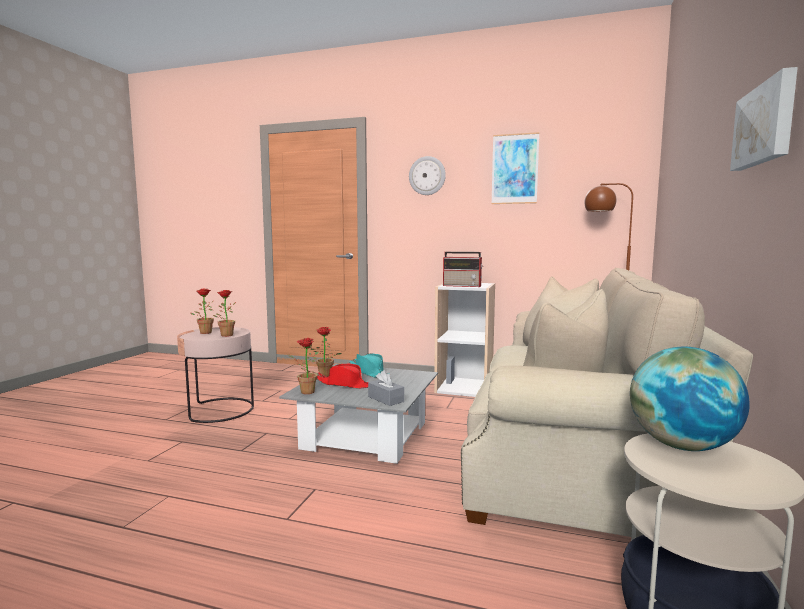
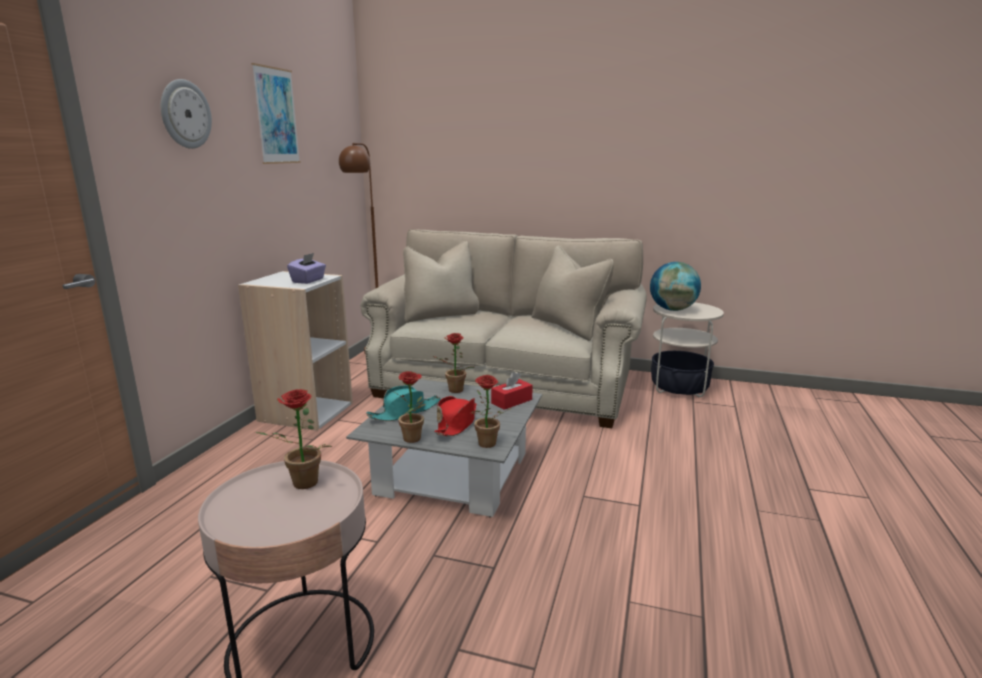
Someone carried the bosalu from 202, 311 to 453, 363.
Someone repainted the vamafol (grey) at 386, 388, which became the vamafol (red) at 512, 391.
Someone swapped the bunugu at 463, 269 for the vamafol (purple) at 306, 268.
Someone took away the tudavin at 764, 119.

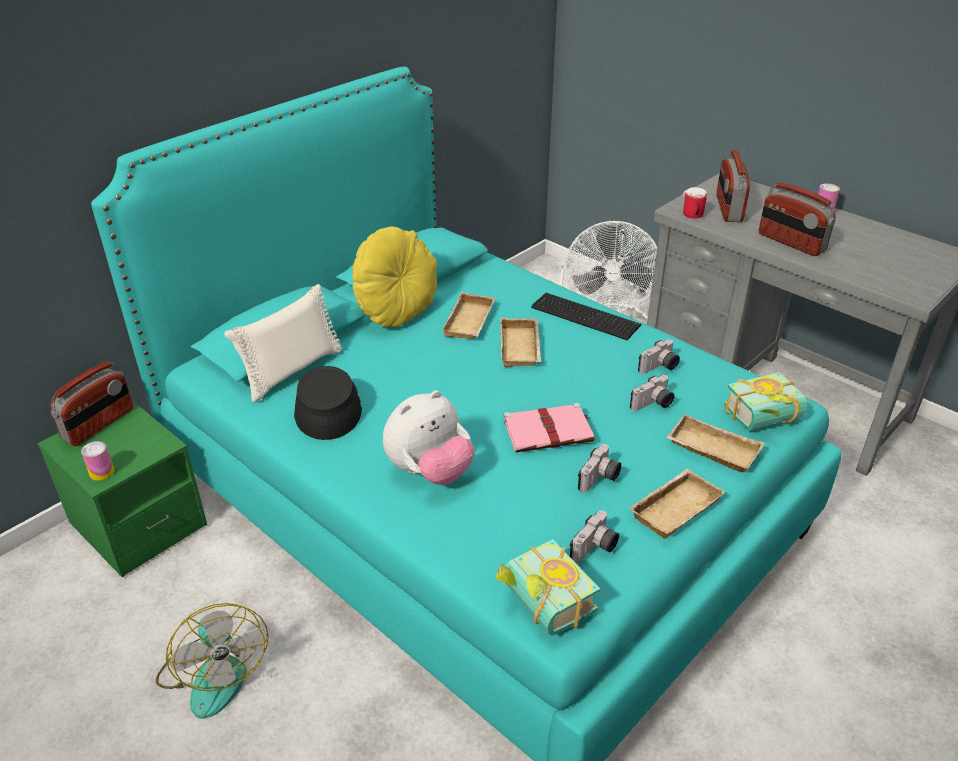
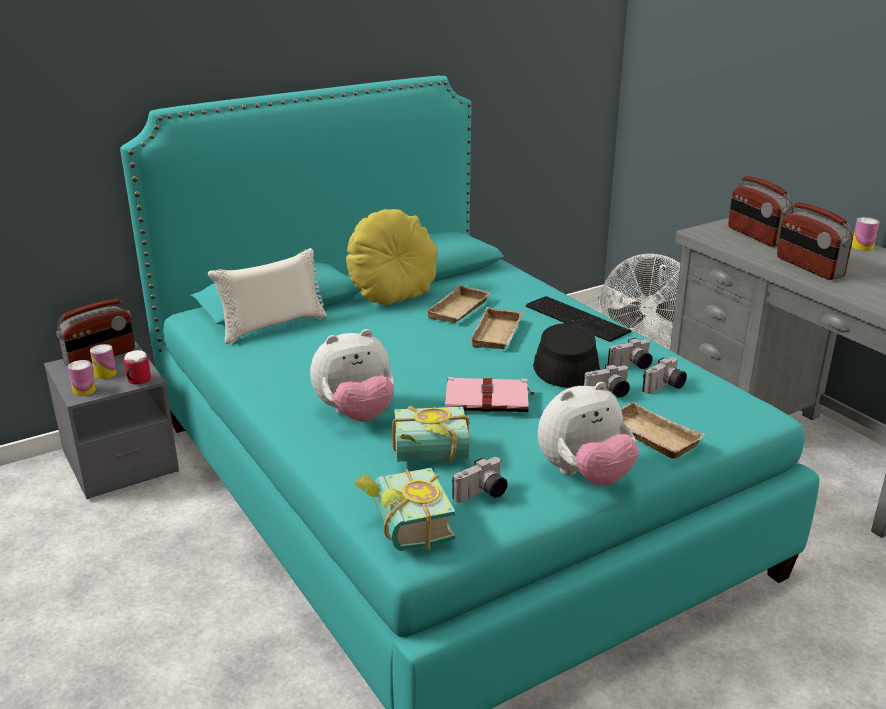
Someone repainted the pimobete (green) at 122, 489, which became the pimobete (grey) at 111, 420.
Someone took away the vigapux at 212, 661.
Someone carried the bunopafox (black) from 328, 403 to 566, 355.
Someone carried the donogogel from 599, 468 to 664, 375.
Someone swapped the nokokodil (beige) at 677, 504 for the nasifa at 588, 434.
Someone carried the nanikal from 695, 202 to 137, 367.
Someone rotated the bunugu at 733, 186 by 45 degrees counterclockwise.
Someone carried the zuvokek from 765, 401 to 430, 434.
Someone put down the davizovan at 103, 361.

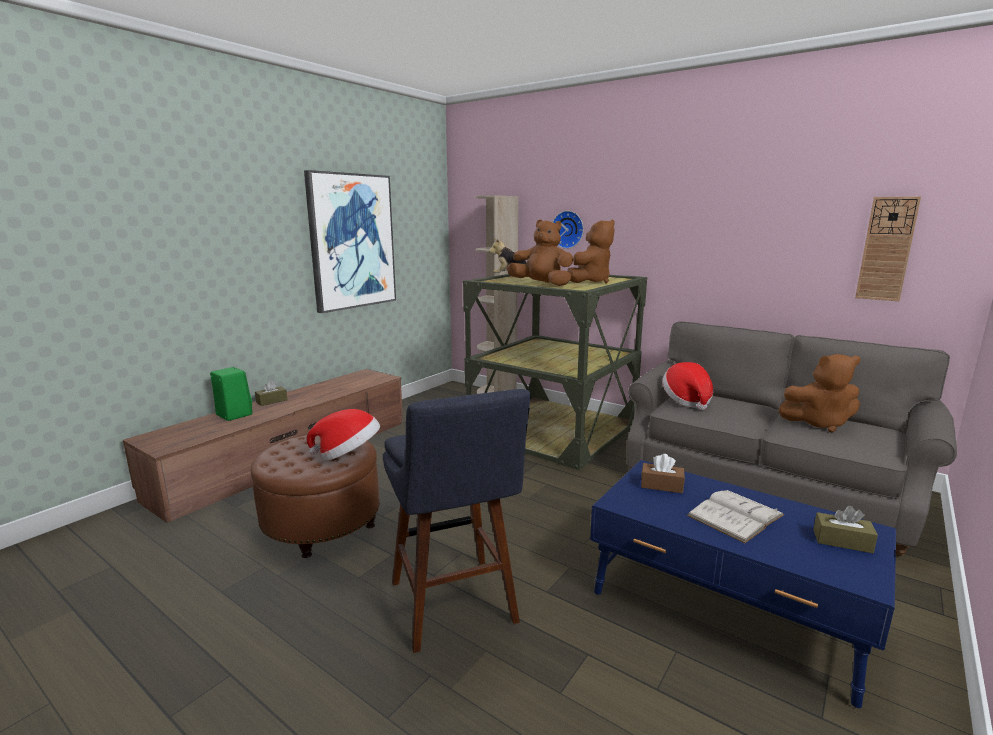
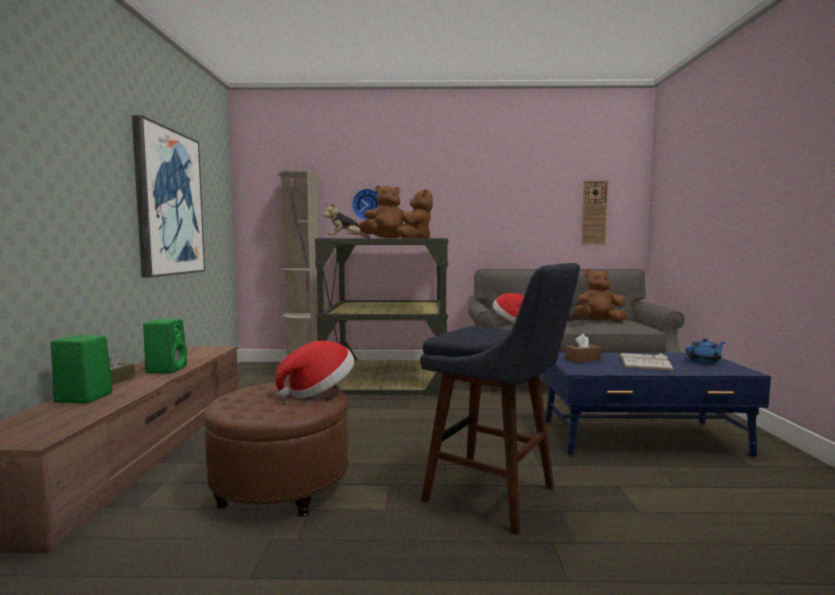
Someone rotated the nasifa (brown) at 819, 393 by 150 degrees counterclockwise.
Someone swapped the vamafol (brown) at 845, 529 for the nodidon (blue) at 705, 350.
Someone put down the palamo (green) at 165, 346.

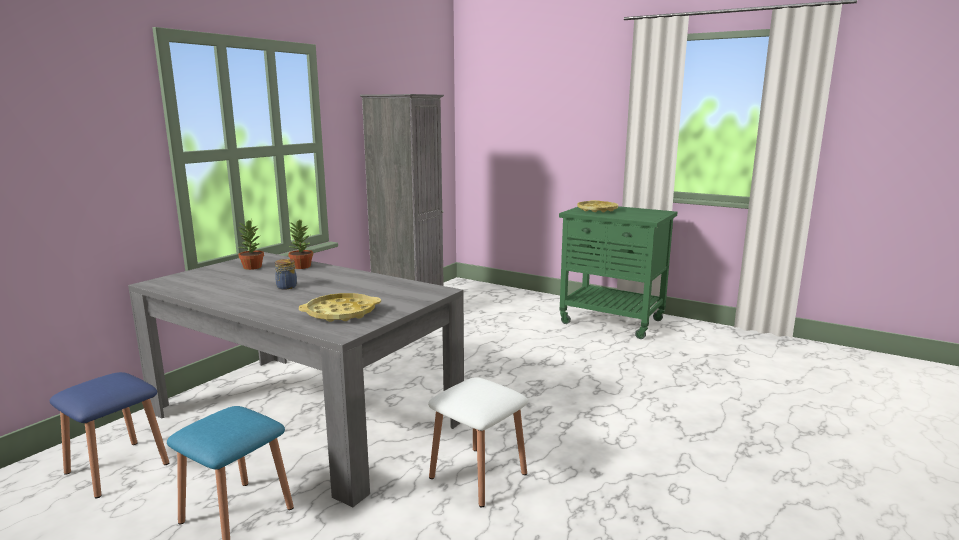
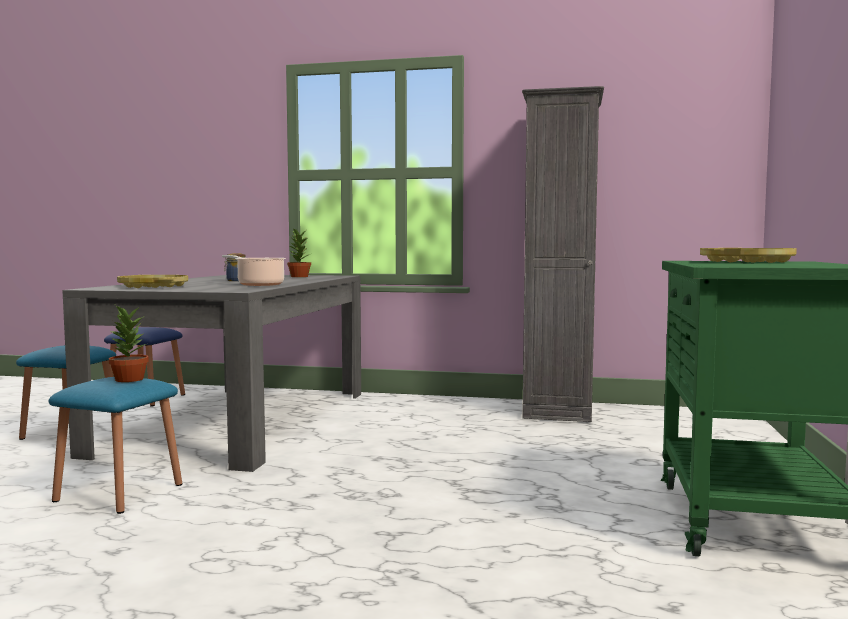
Someone carried the bosalu from 300, 244 to 129, 343.
Someone repainted the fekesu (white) at 478, 442, which became the fekesu (blue) at 115, 445.
Someone put down the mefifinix at 254, 270.

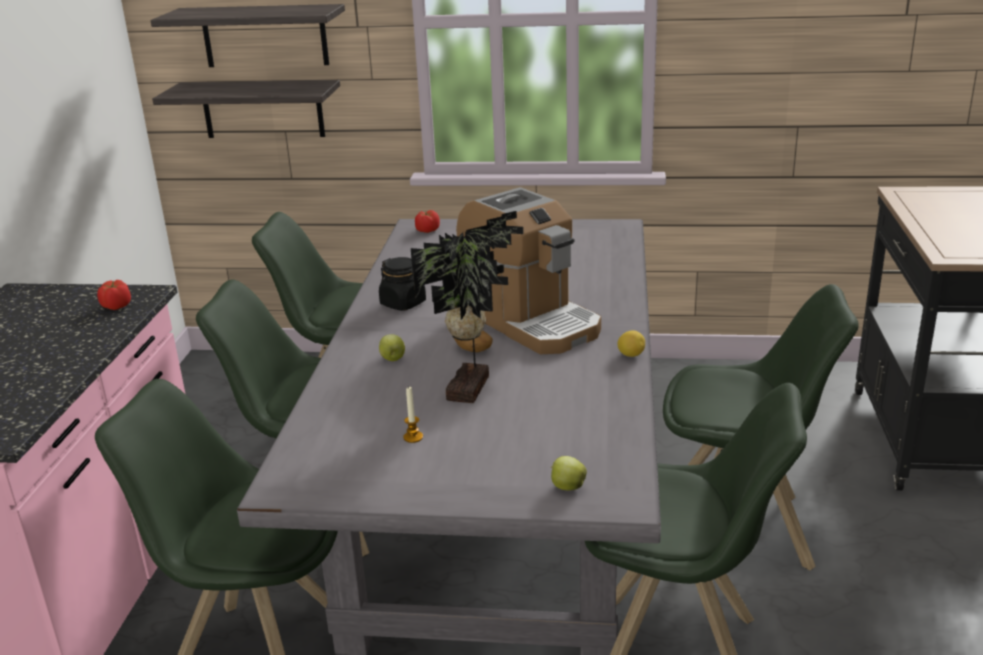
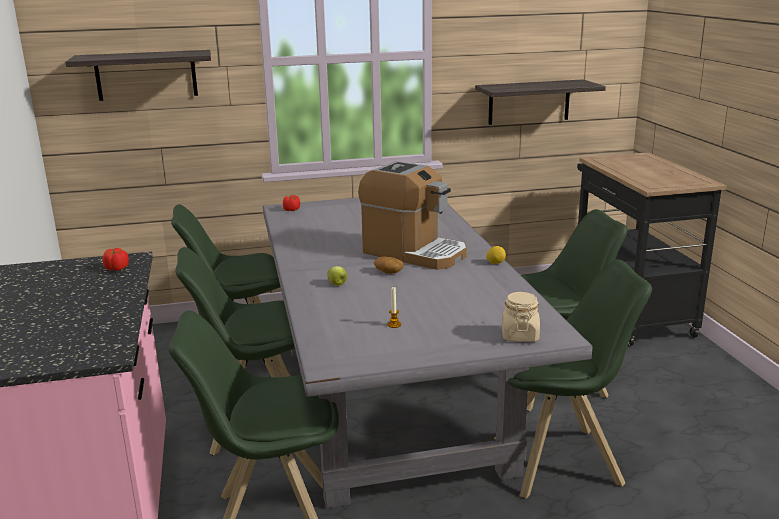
Someone carried the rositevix from 246, 109 to 540, 102.
Someone took away the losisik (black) at 402, 284.
Someone took away the bosalu at 467, 307.
Someone swapped the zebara at 569, 473 for the losisik (beige) at 521, 317.

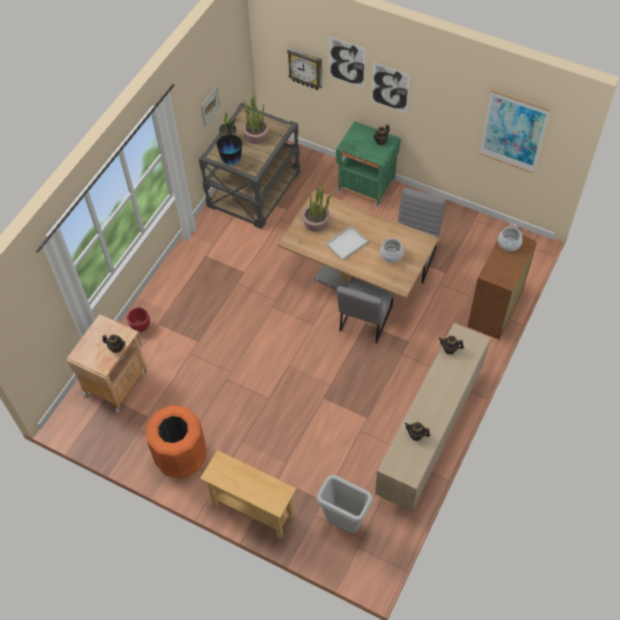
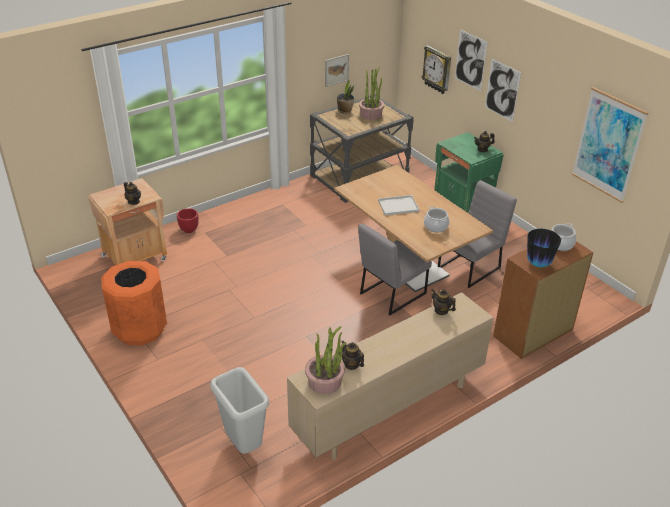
Someone took away the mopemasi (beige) at 248, 494.
Someone carried the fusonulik from 229, 150 to 544, 248.
Someone carried the bosalu from 318, 208 to 325, 360.

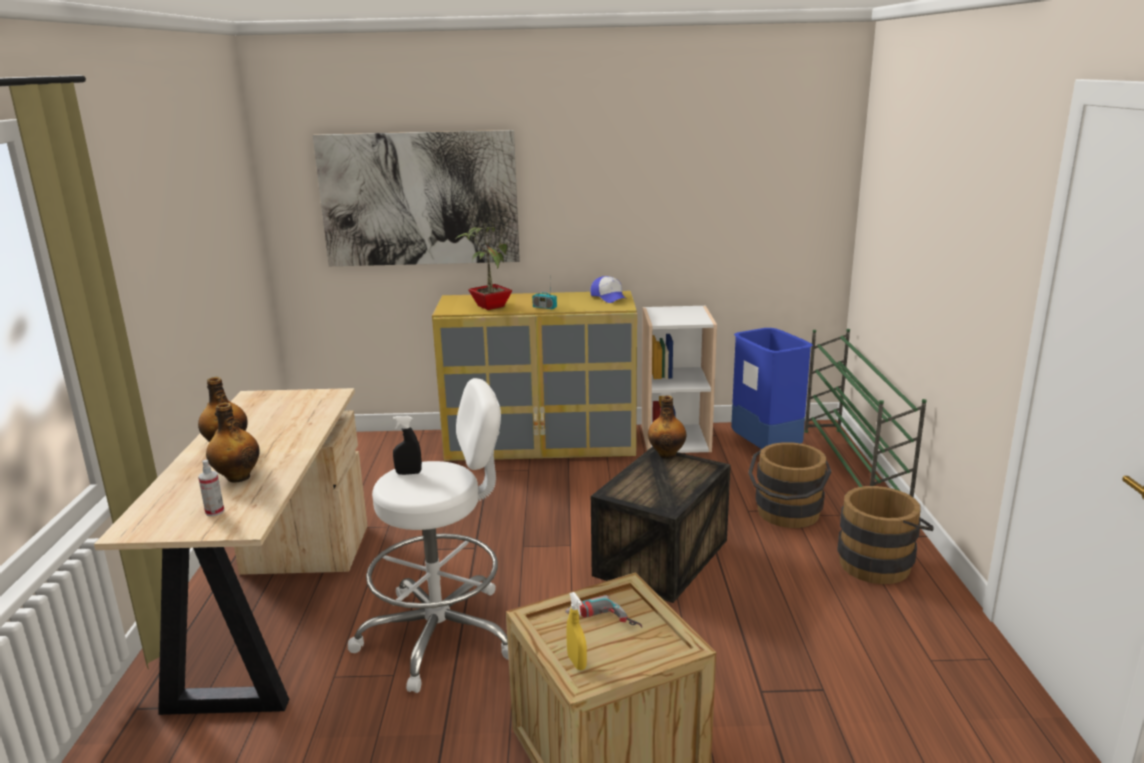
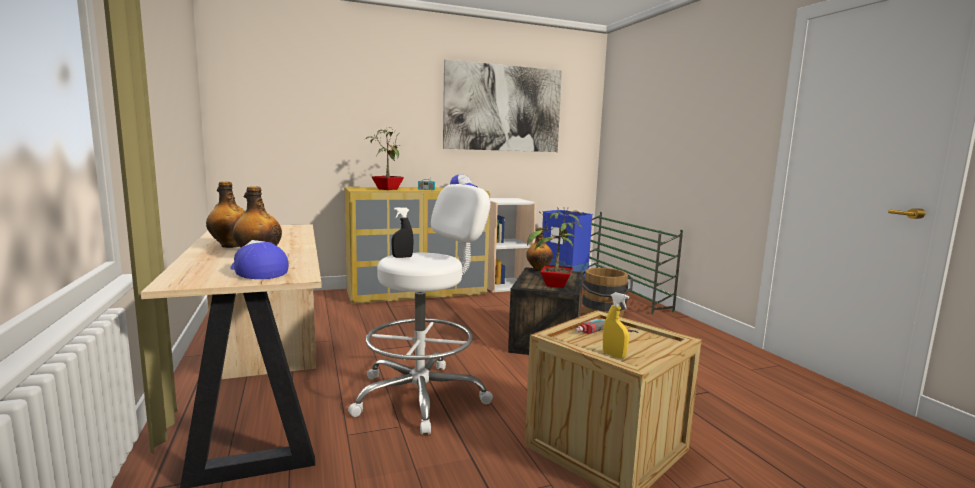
Someone swapped the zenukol at 211, 488 for the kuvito at 259, 259.
Someone carried the tudavin from 416, 198 to 502, 106.
Someone took away the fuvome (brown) at 885, 535.
Someone put down the bosalu at 555, 247.

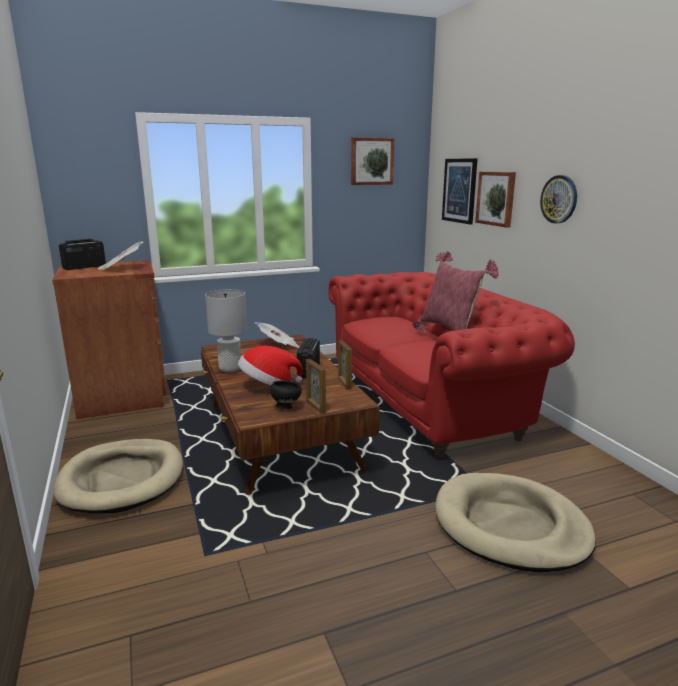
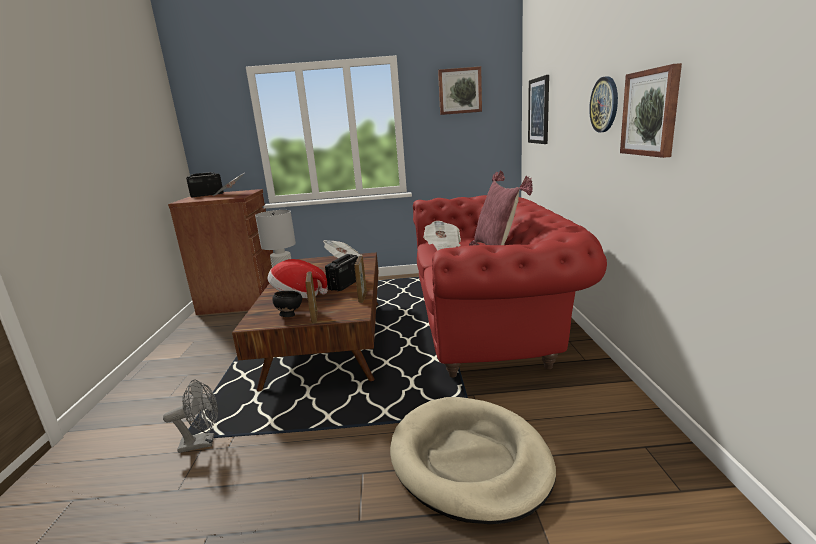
Someone took away the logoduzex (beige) at 118, 476.
Someone carried the tudavin from 495, 200 to 651, 110.
Someone put down the vigapux (grey) at 190, 416.
Someone put down the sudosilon at 442, 236.

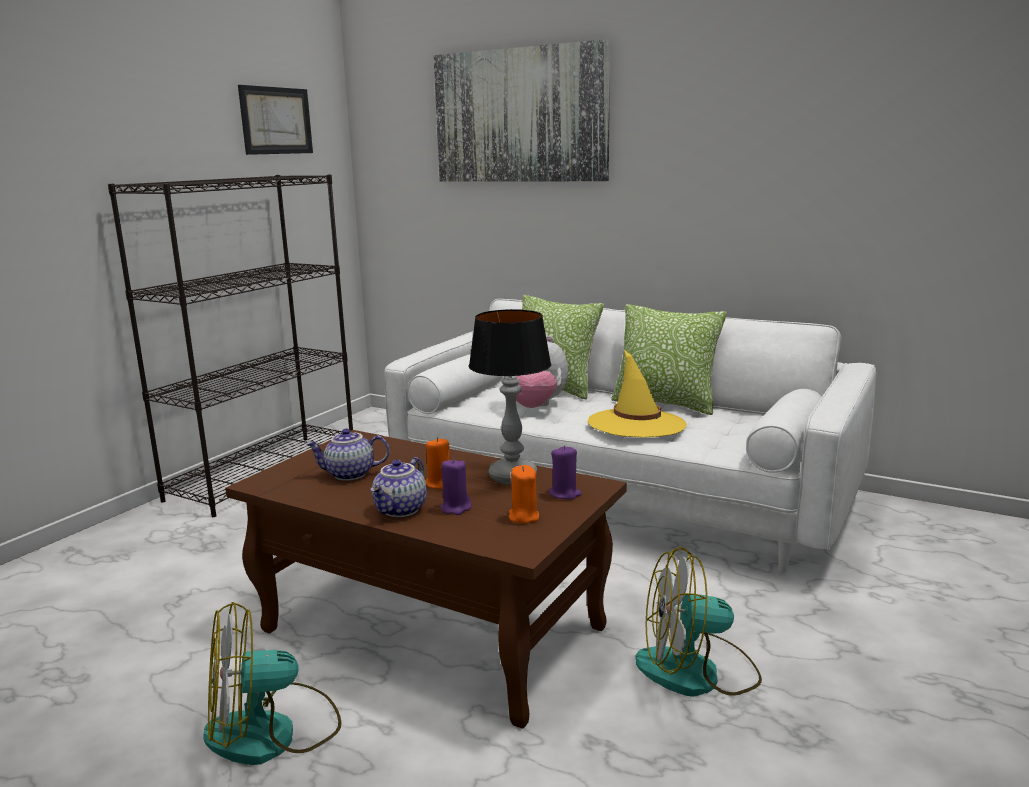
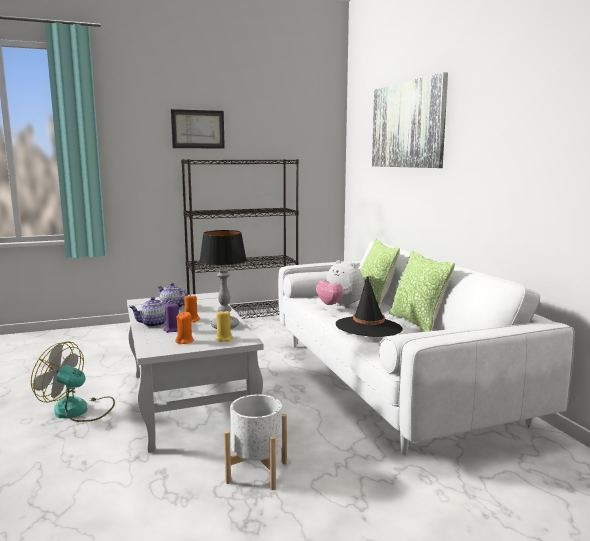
Someone repainted the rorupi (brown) at 426, 579, which became the rorupi (white) at 195, 372.
Someone carried the tudavin from 275, 120 to 198, 129.
Someone repainted the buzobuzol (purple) at 565, 472, which became the buzobuzol (yellow) at 224, 326.
Someone repainted the bunopafox (yellow) at 637, 394, which became the bunopafox (black) at 369, 307.
Someone swapped the vigapux at 699, 622 for the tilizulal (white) at 255, 442.

